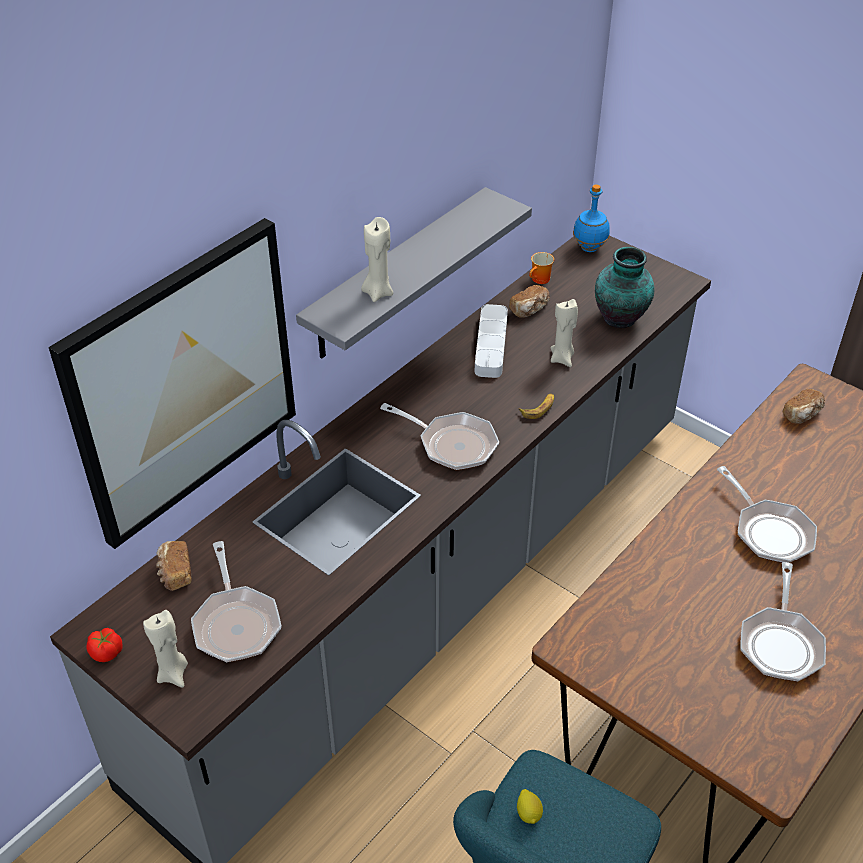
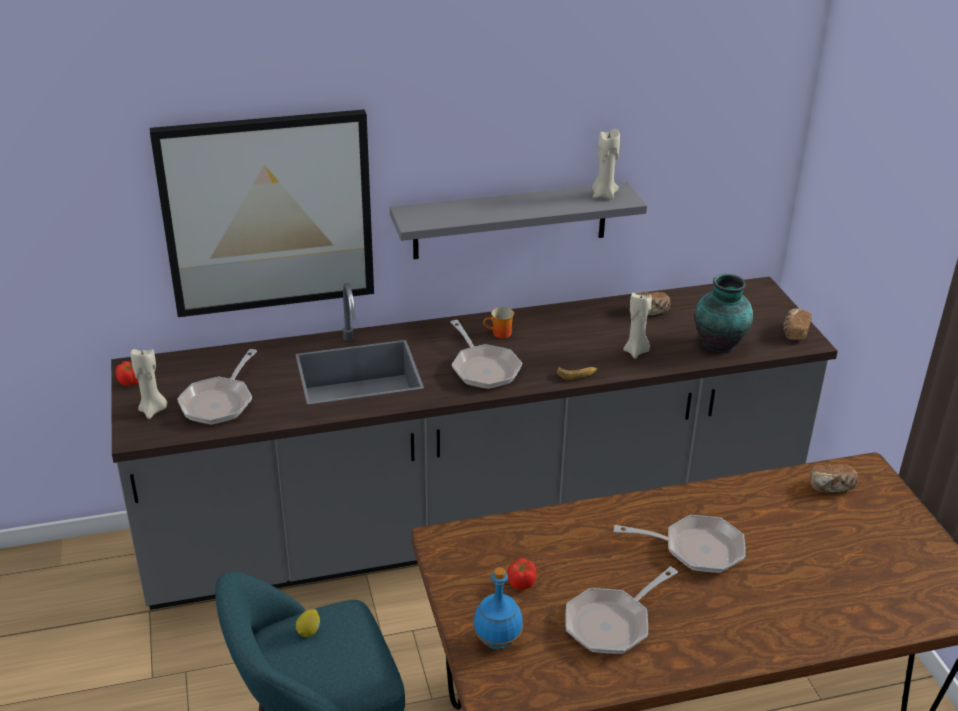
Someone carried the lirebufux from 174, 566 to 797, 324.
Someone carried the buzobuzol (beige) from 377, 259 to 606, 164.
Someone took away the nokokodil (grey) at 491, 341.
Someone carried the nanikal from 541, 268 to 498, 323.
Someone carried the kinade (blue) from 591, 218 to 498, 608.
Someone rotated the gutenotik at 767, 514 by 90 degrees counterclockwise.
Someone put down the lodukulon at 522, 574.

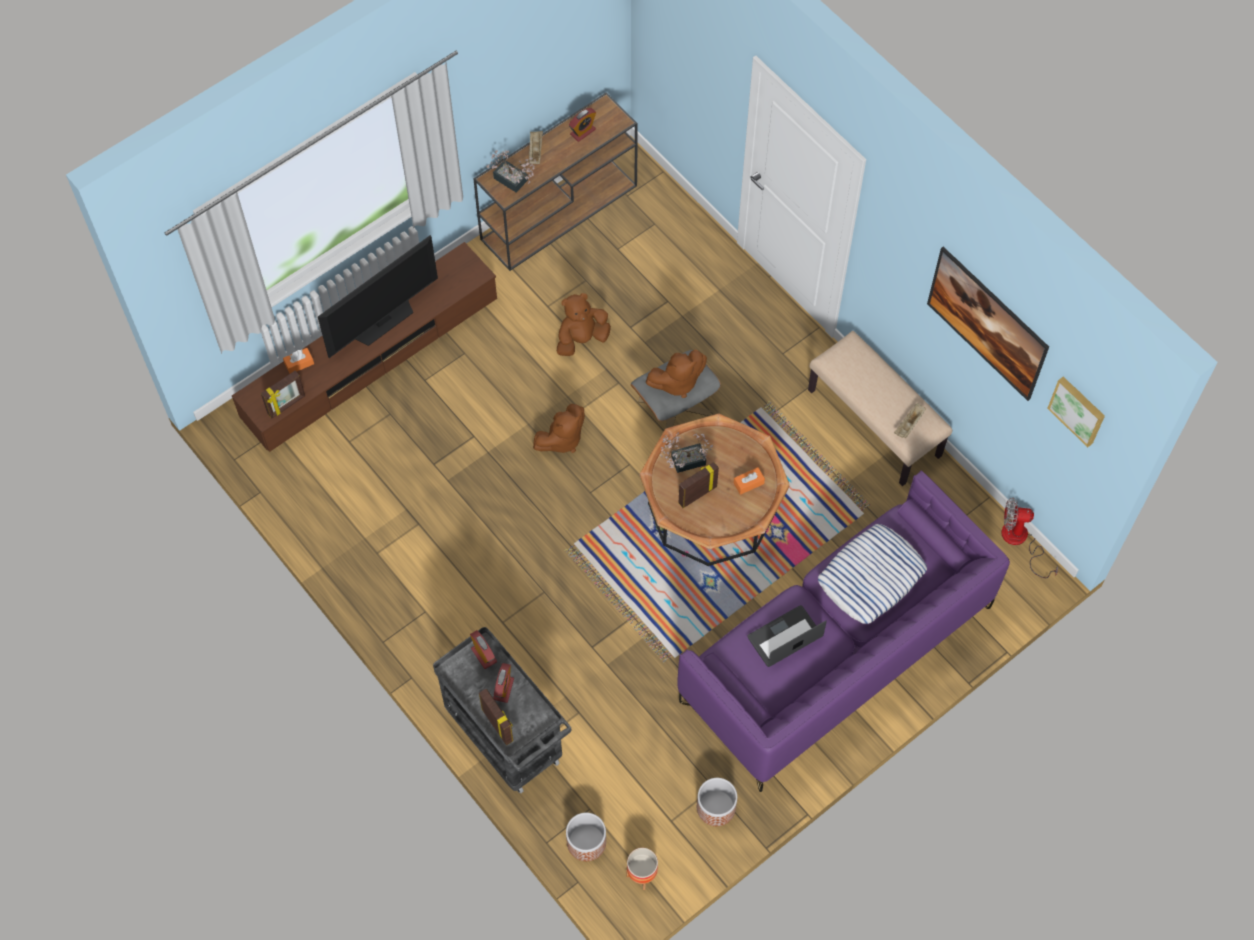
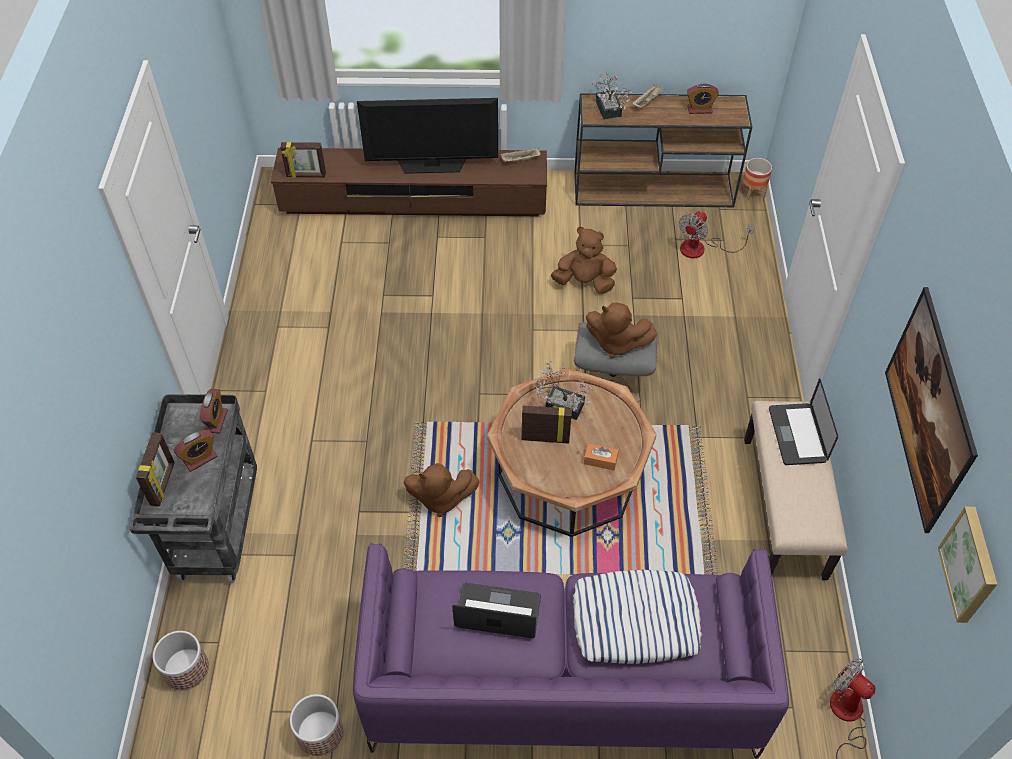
Someone took away the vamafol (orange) at 298, 361.
Someone carried the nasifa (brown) from 559, 428 to 442, 490.
Someone carried the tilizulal from 642, 869 to 756, 179.
Someone carried the nokokodil (beige) from 910, 420 to 521, 155.
Someone put down the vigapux at 717, 234.
Someone put down the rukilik at 803, 421.

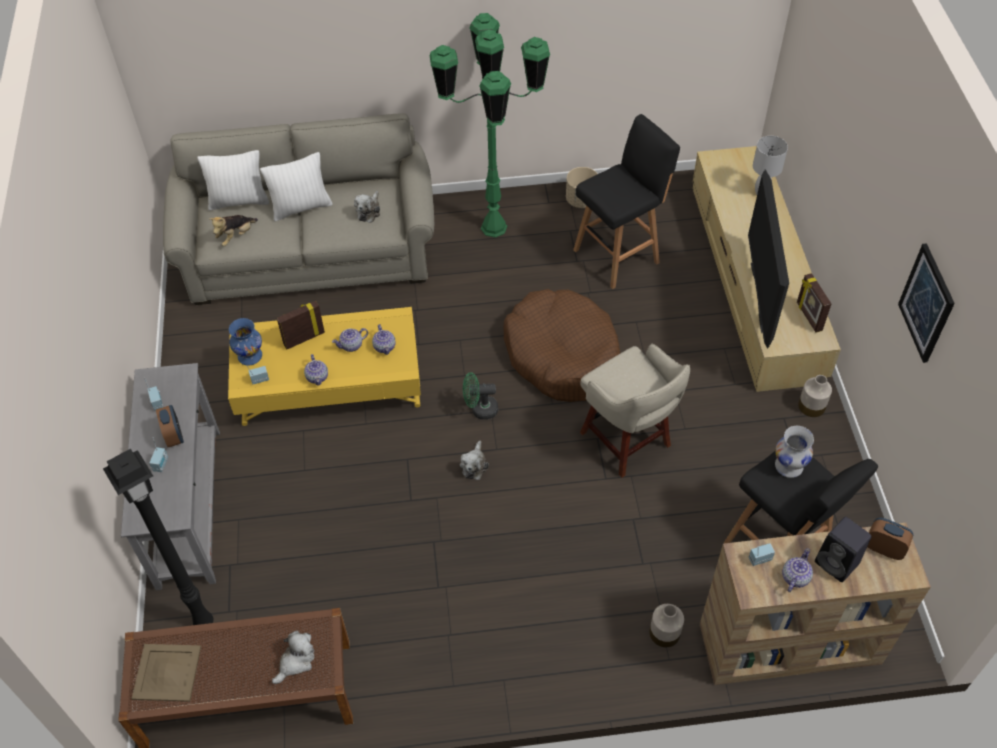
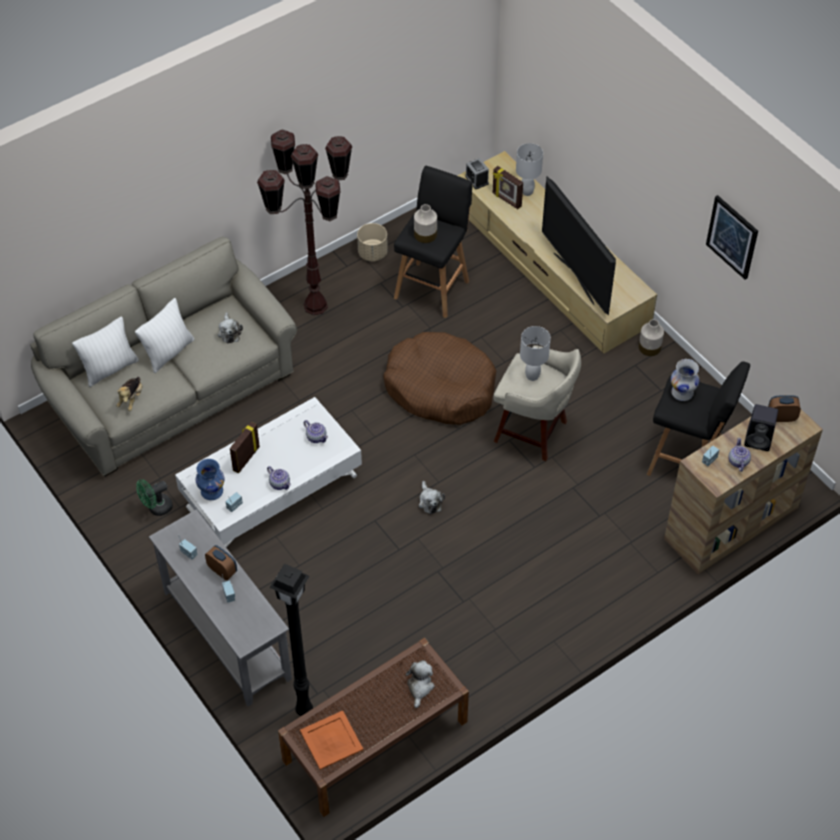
Someone repainted the nokokodil (beige) at 166, 673, which became the nokokodil (orange) at 331, 740.
Someone repainted the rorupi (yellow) at 324, 366, which became the rorupi (white) at 268, 472.
Someone took away the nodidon at 350, 340.
Someone repainted the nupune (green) at 490, 125, which became the nupune (brown) at 304, 222.
Someone carried the vigapux (green) from 480, 396 to 154, 497.
Someone carried the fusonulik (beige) from 666, 625 to 425, 223.
Someone carried the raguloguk from 814, 303 to 508, 187.
Someone put down the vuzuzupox at 477, 173.
Someone put down the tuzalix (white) at 535, 353.

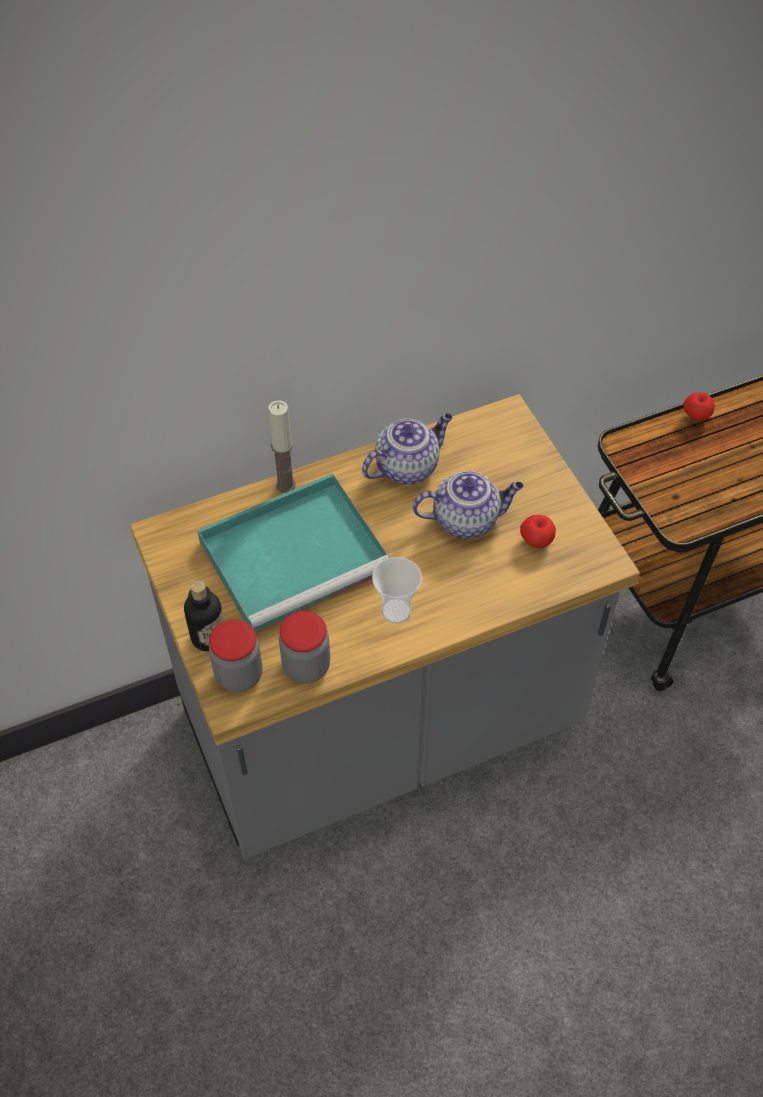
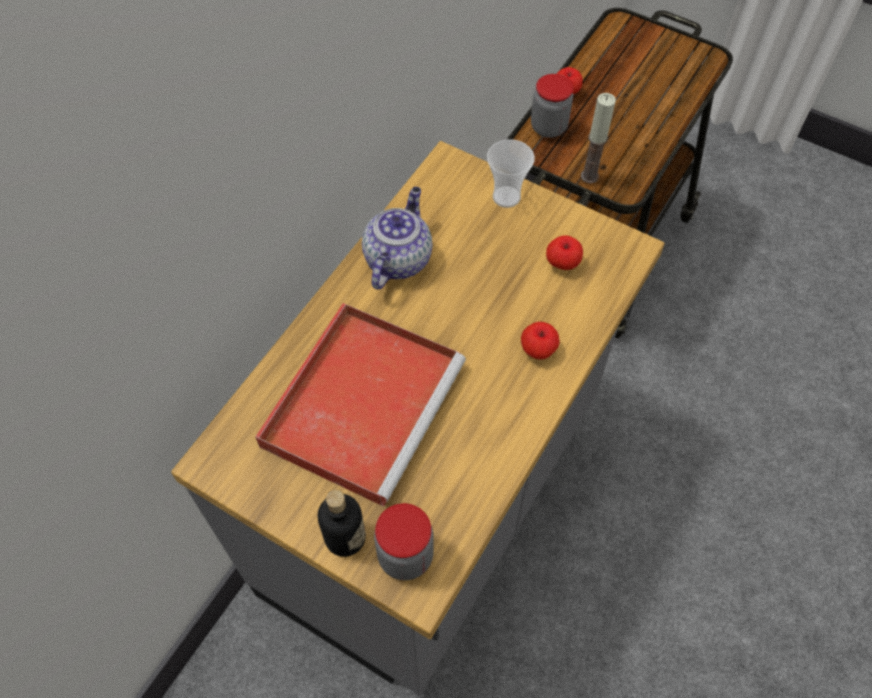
Someone repainted the nokokodil (turquoise) at 293, 552, which became the nokokodil (red) at 360, 405.
Someone carried the buzobuzol from 282, 446 to 598, 138.
Someone carried the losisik from 304, 647 to 552, 106.
Someone carried the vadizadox from 397, 590 to 511, 173.
Someone took away the nodidon at 468, 504.
Someone put down the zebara at 540, 341.

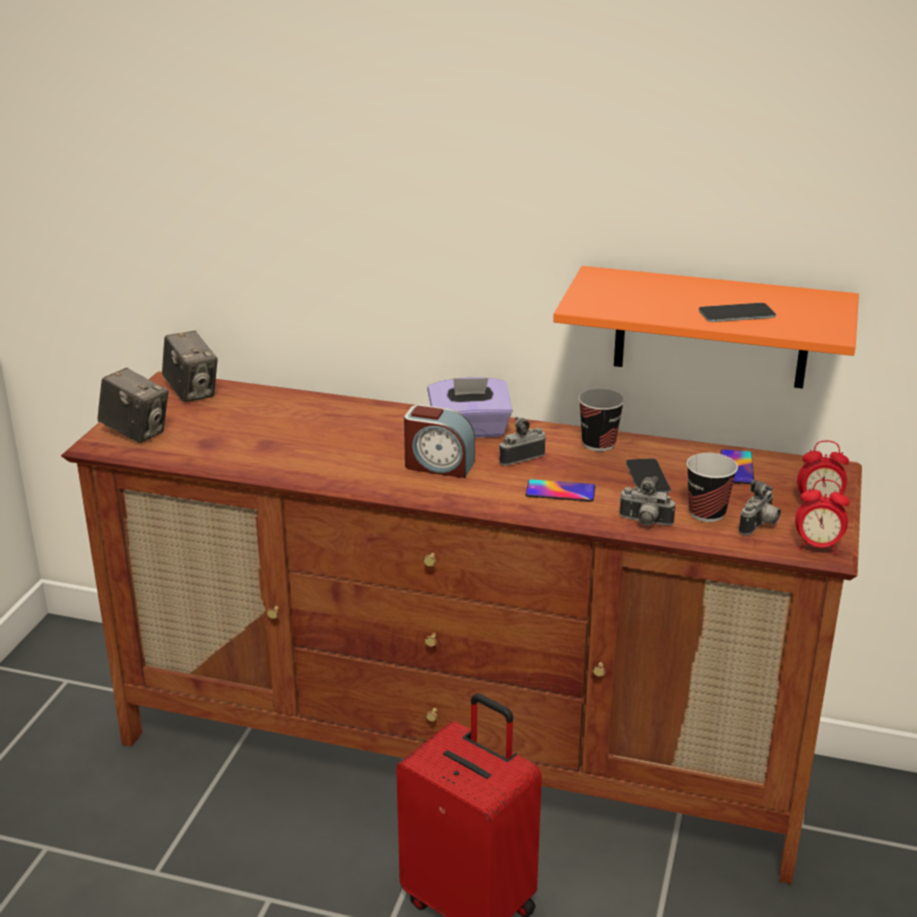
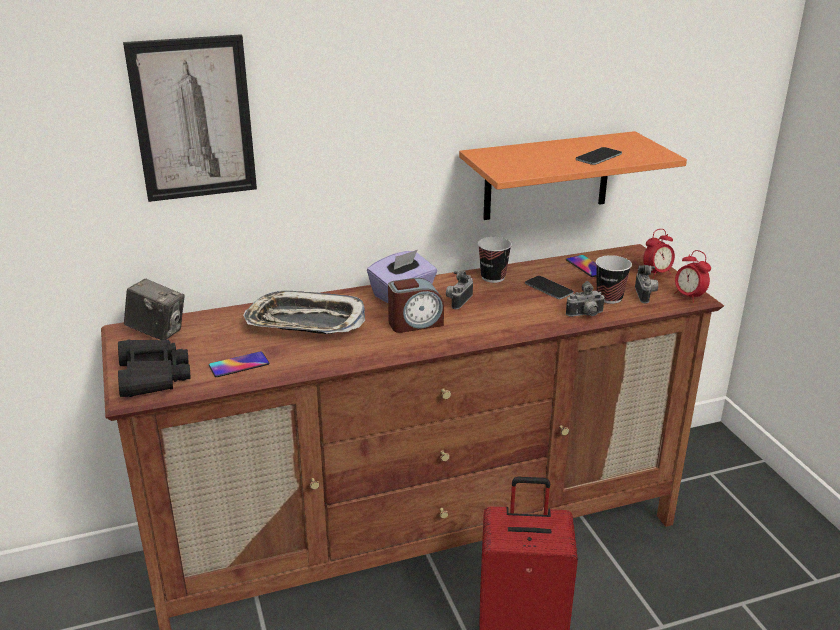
Someone swapped the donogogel at 133, 405 for the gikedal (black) at 154, 368.
Someone carried the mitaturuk from 560, 490 to 239, 364.
Someone rotated the vuzuzupox at 822, 517 by 75 degrees clockwise.
Someone put up the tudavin at 190, 118.
Someone put down the nokokodil at 304, 312.

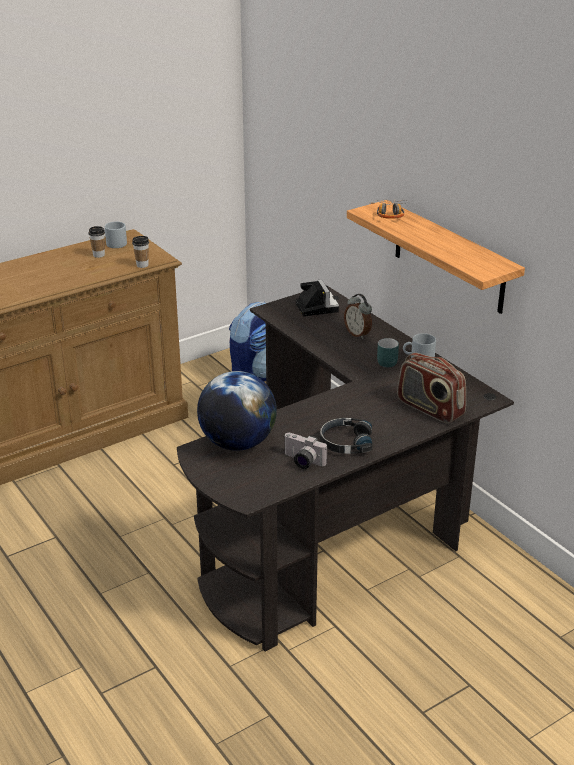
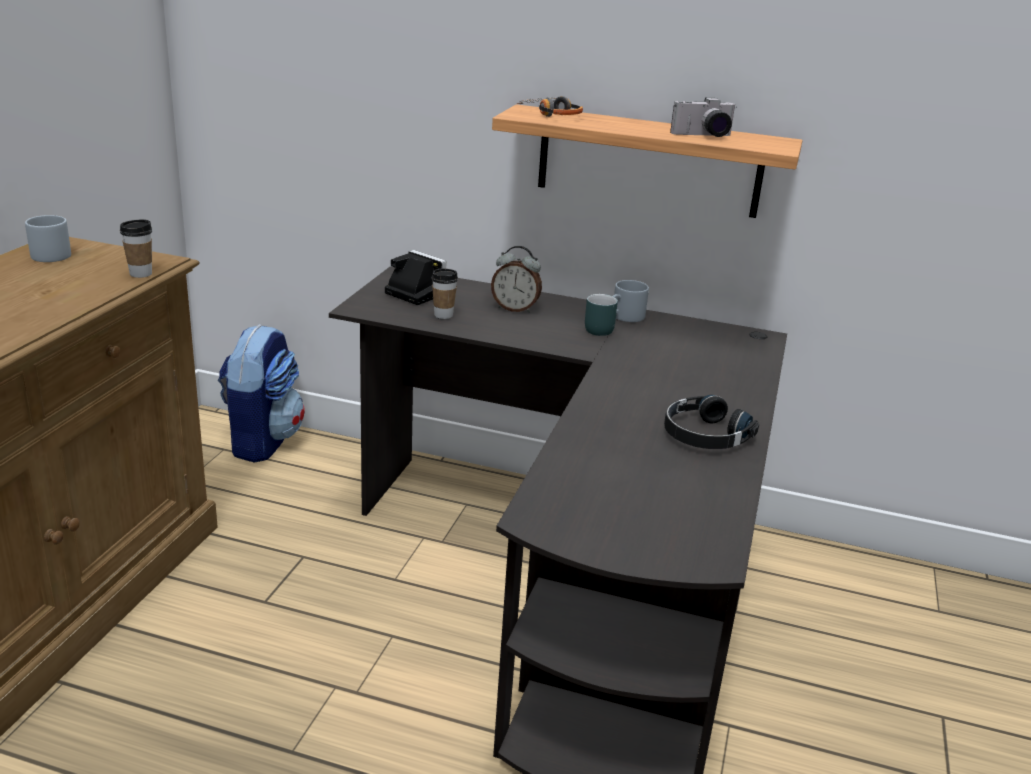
Someone carried the vadizadox from 96, 242 to 444, 293.
Someone took away the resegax at 237, 411.
Someone carried the donogogel from 306, 451 to 703, 117.
Someone took away the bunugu at 431, 388.

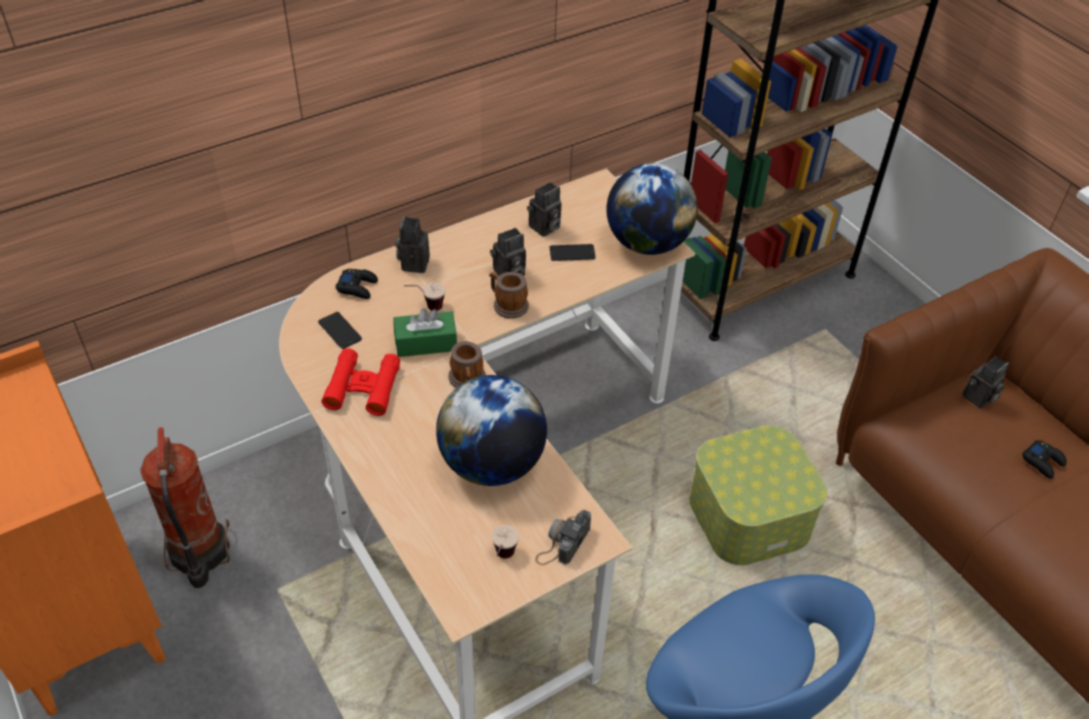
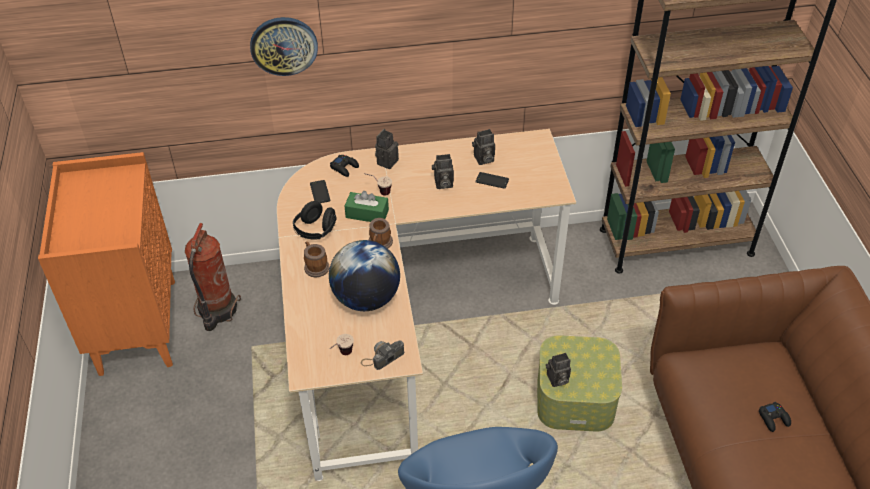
Someone swapped the gikedal (red) at 361, 382 for the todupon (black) at 315, 220.
Someone carried the nanikal from 509, 295 to 317, 259.
Someone took away the resegax at 652, 209.
Someone carried the donogogel from 985, 382 to 558, 370.
Someone put up the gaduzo at 284, 46.

